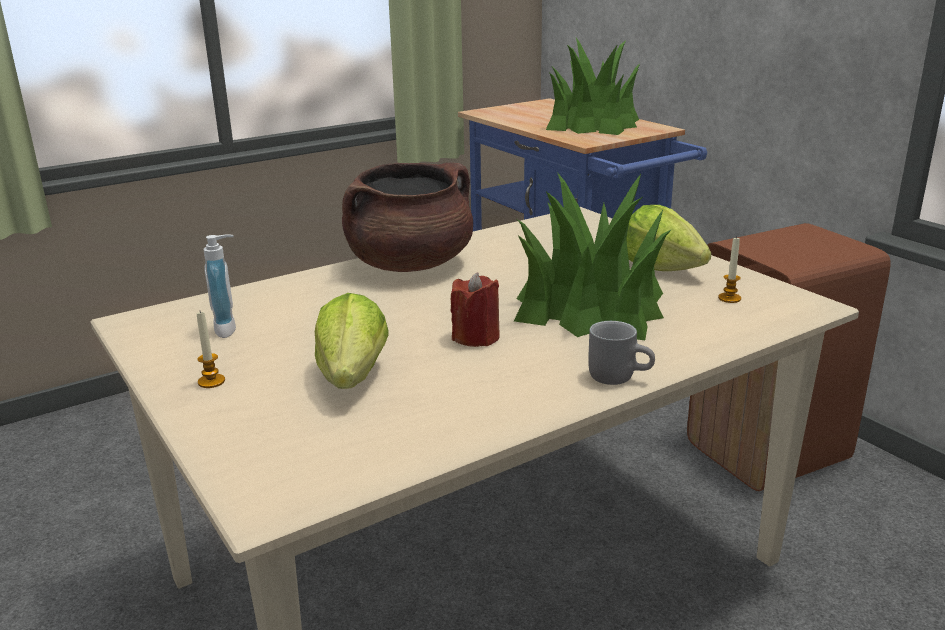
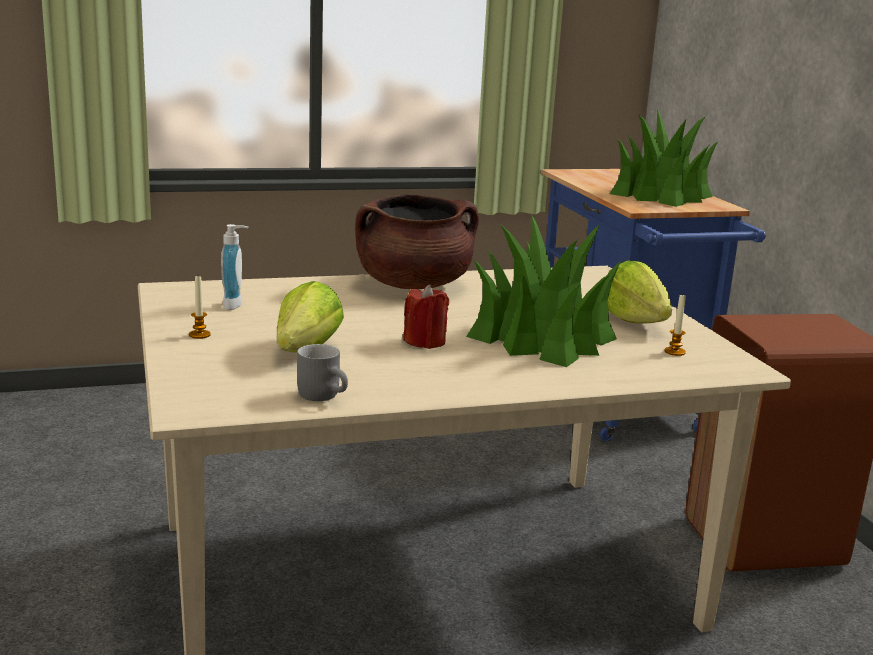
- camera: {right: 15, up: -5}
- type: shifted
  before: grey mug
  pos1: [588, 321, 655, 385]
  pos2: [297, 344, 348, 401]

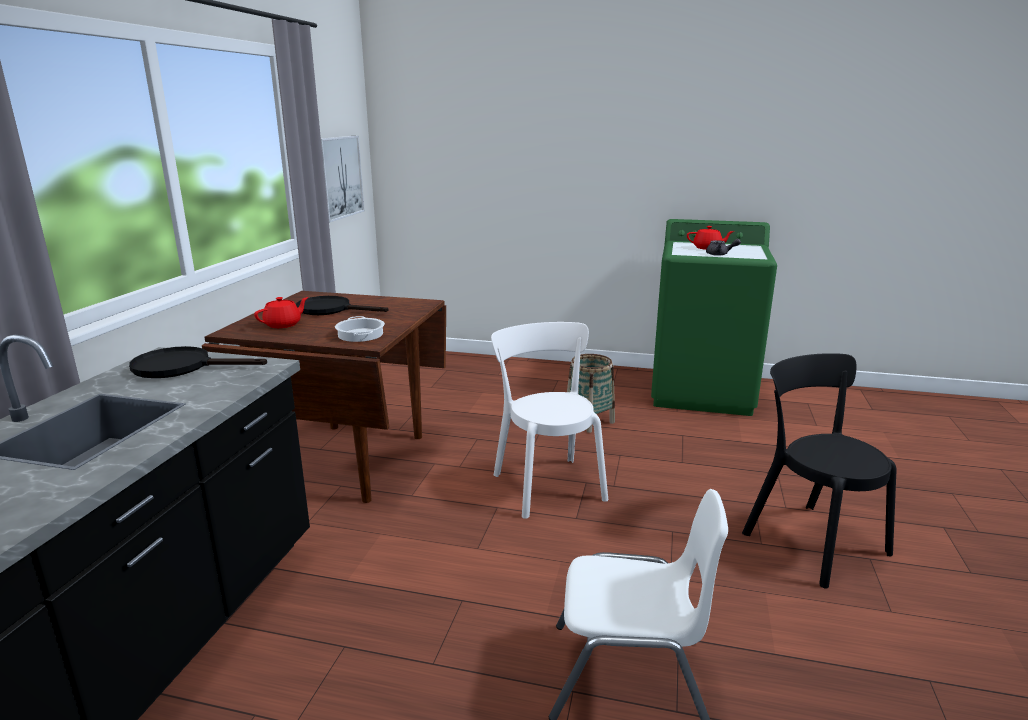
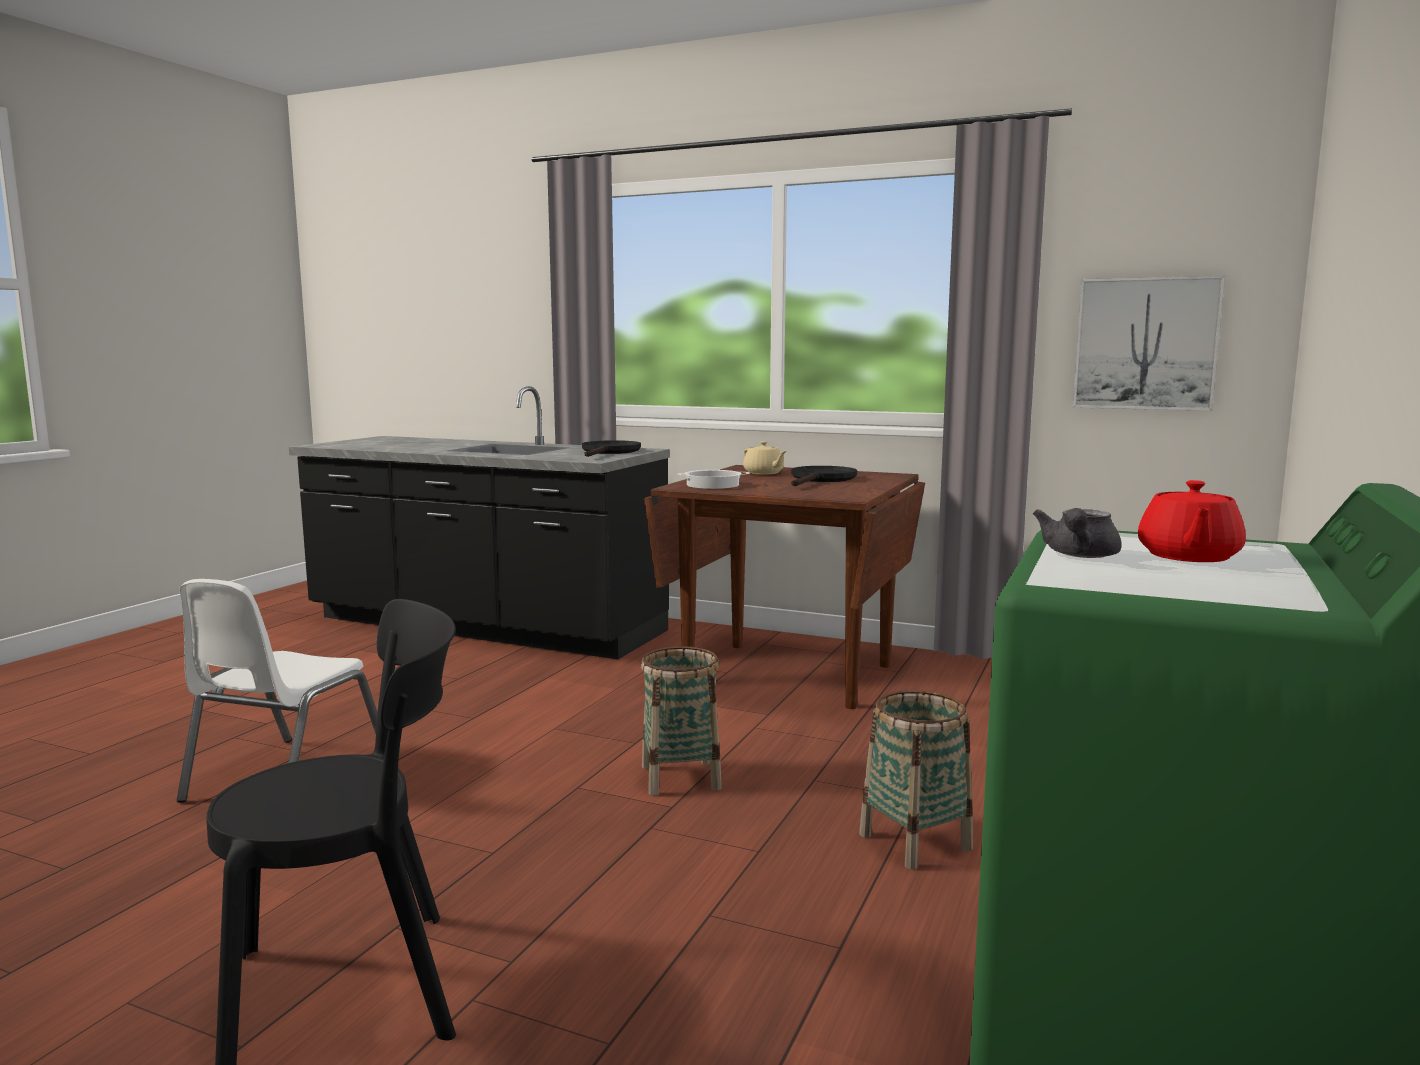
- camera: {right: 100, up: -10}
- type: swapped
  before: white chair
  after: basket
  pos1: [491, 322, 608, 519]
  pos2: [641, 646, 722, 796]
- type: repainted
  before: red teapot
  after: beige teapot
  pos1: [254, 297, 308, 328]
  pos2: [743, 441, 787, 475]

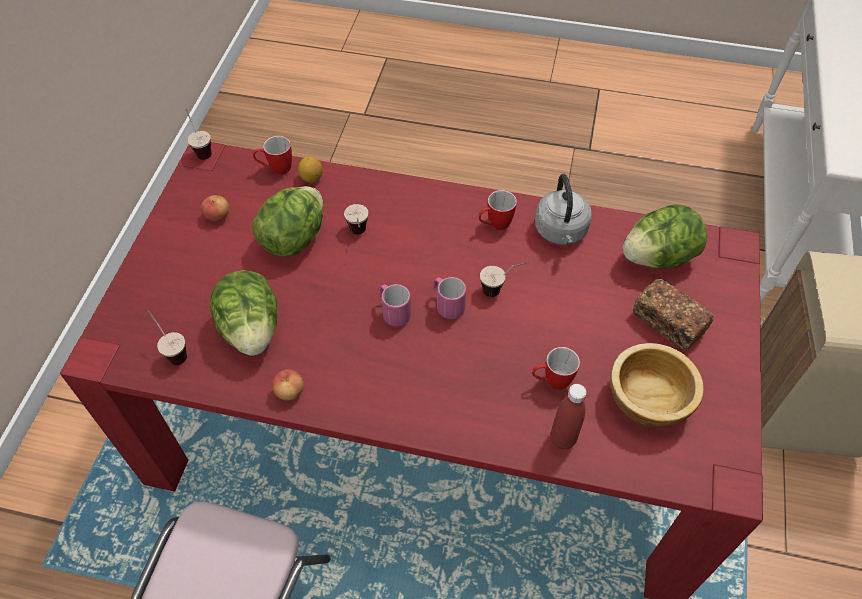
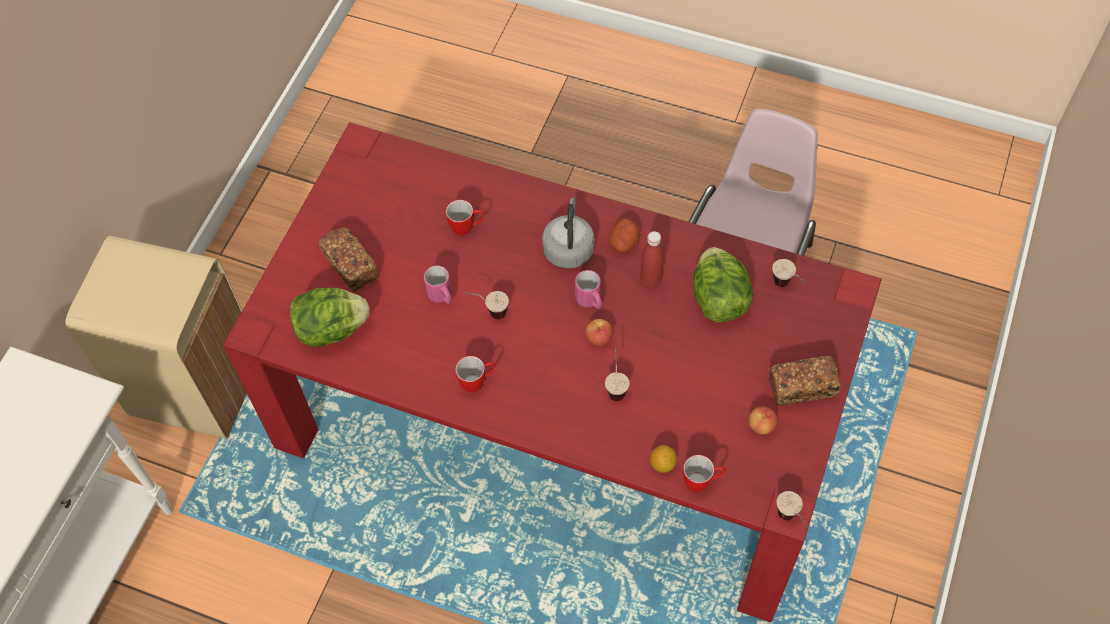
- camera: {right: -170, up: 5}
- type: shifted
  before: pink mug
  pos1: [433, 277, 466, 319]
  pos2: [424, 265, 452, 304]
- type: shifted
  before: grey kettle
  pos1: [535, 174, 592, 245]
  pos2: [542, 198, 594, 269]
- type: shifted
  before: apple
  pos1: [272, 369, 304, 401]
  pos2: [586, 319, 613, 346]
- type: new
  after: potato
  pos2: [609, 219, 640, 252]
- type: shifted
  before: red bottle
  pos1: [551, 384, 587, 449]
  pos2: [640, 231, 664, 289]
- type: new
  after: bread
  pos2: [769, 356, 840, 406]
- type: gone
  before: lettuce
  pos1: [252, 186, 323, 257]
- type: gone
  before: bowl
  pos1: [610, 343, 704, 427]

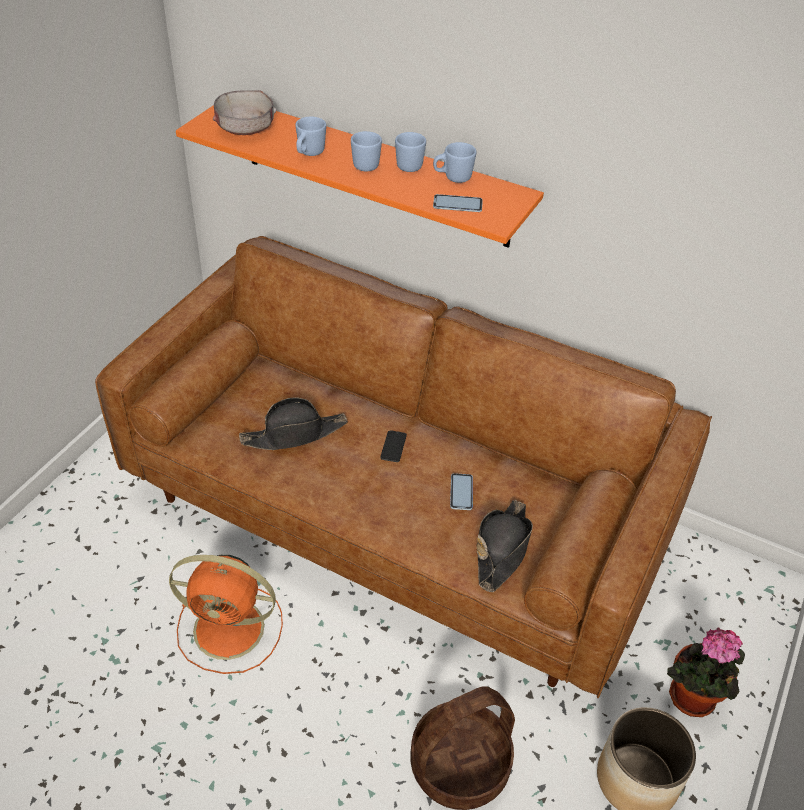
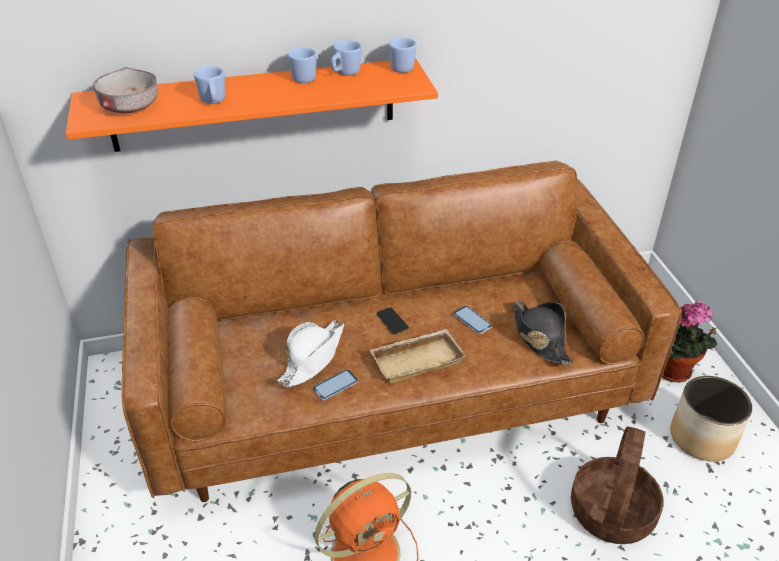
- camera: {right: -40, up: -5}
- type: repainted
  before: black hat
  after: white hat
  pos1: [239, 398, 348, 450]
  pos2: [277, 320, 344, 388]
- type: shifted
  before: phone
  pos1: [433, 194, 483, 212]
  pos2: [313, 369, 358, 400]
- type: new
  after: beige tray
  pos2: [370, 329, 466, 383]
- type: shifted
  before: blue mug
  pos1: [351, 131, 382, 171]
  pos2: [389, 38, 417, 73]

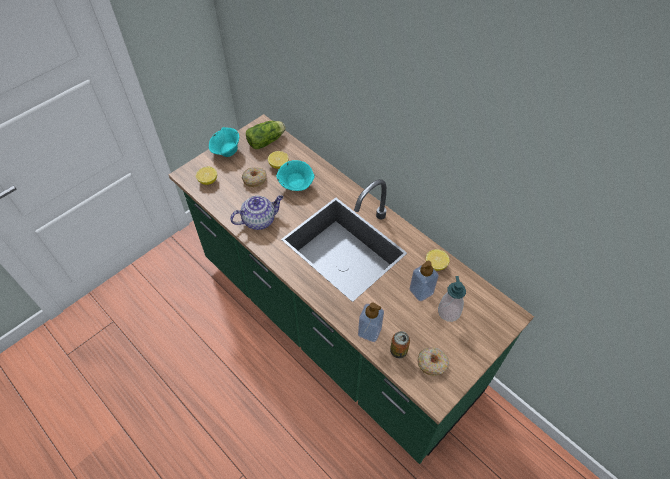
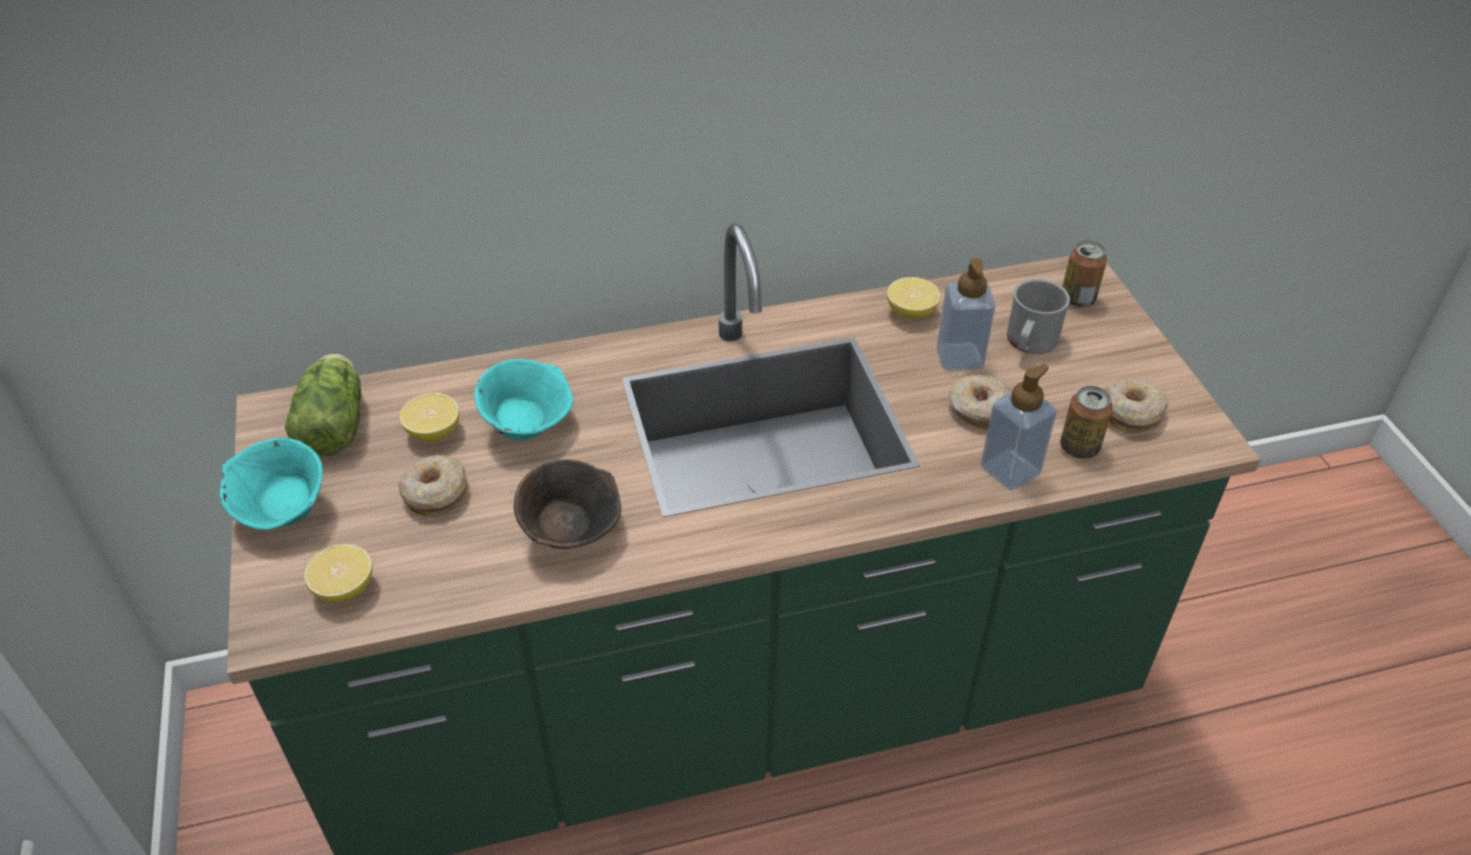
- camera: {right: -60, up: -10}
- type: swapped
  before: teapot
  after: brown bowl
  pos1: [230, 195, 283, 230]
  pos2: [514, 460, 621, 549]
- type: new
  after: donut
  pos2: [948, 375, 1012, 430]
- type: swapped
  before: soap dispenser
  after: grey mug
  pos1: [438, 276, 466, 322]
  pos2: [1007, 279, 1070, 354]
- type: new
  after: can
  pos2: [1062, 241, 1107, 307]

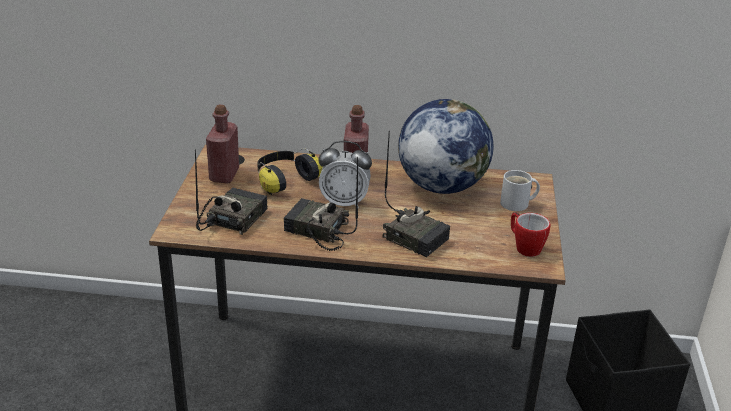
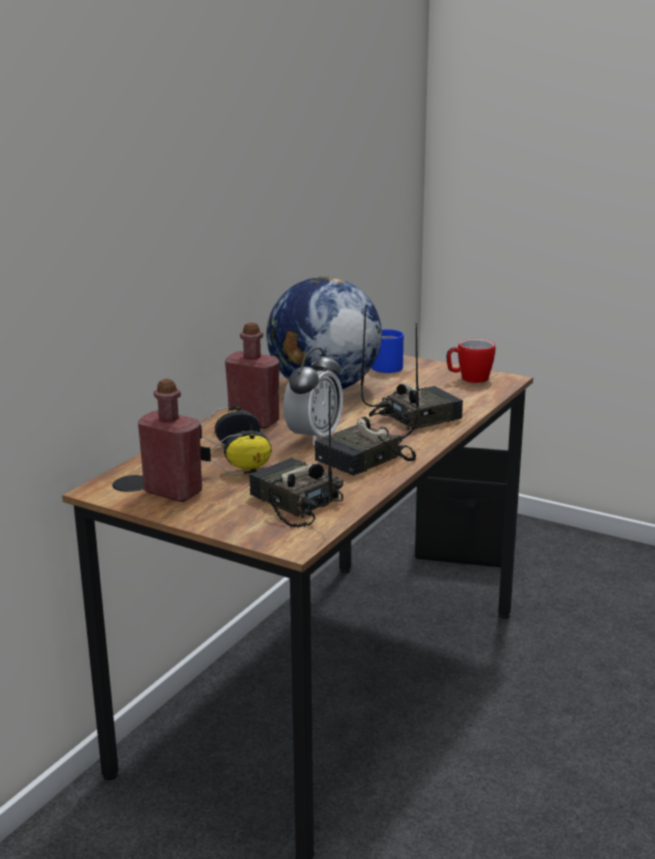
- camera: {right: -65, up: -10}
- type: repainted
  before: white mug
  after: blue mug
  pos1: [500, 170, 540, 211]
  pos2: [372, 329, 404, 373]

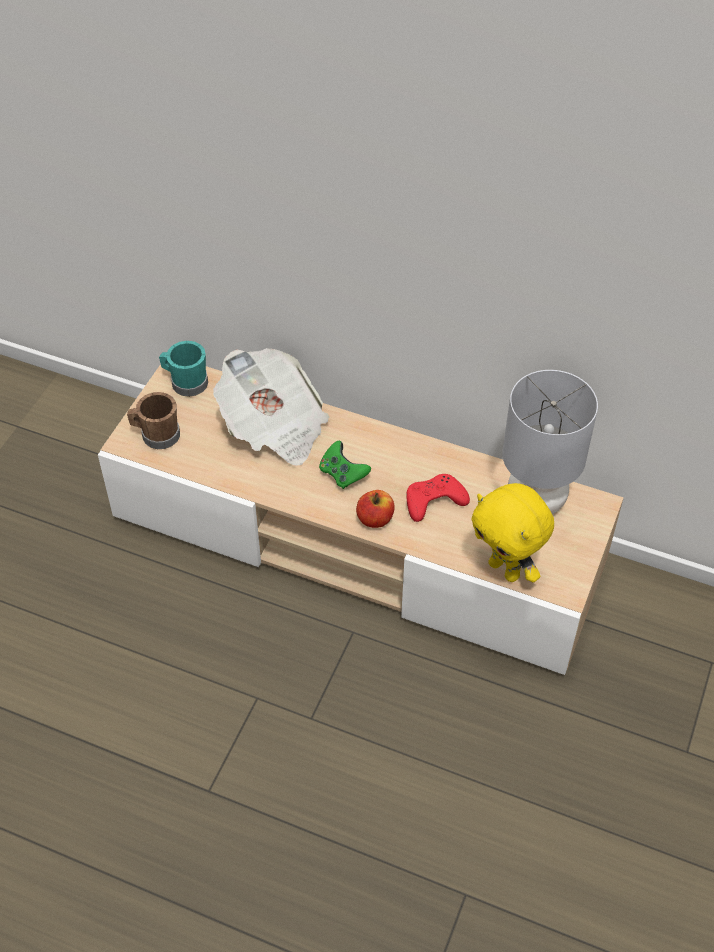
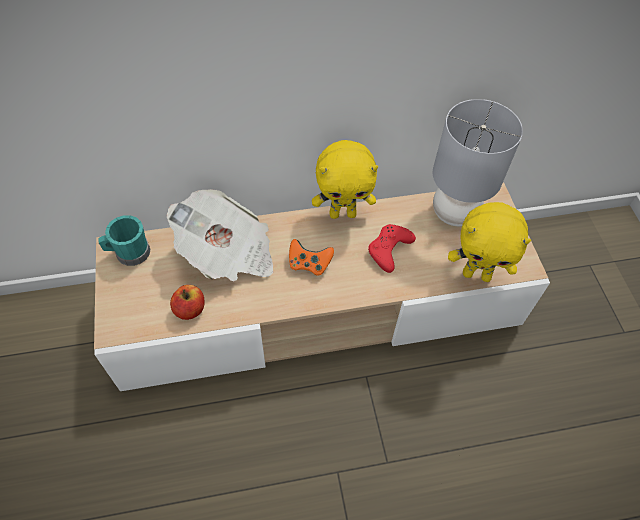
- camera: {right: -35, up: 5}
- type: shifted
  before: apple
  pos1: [356, 490, 395, 528]
  pos2: [170, 285, 204, 320]
- type: repainted
  before: green game controller
  after: orange game controller
  pos1: [319, 441, 371, 489]
  pos2: [289, 239, 334, 276]
- type: new
  after: yellow plush toy
  pos2: [312, 140, 378, 219]
- type: gone
  before: brown mug
  pos1: [127, 392, 180, 449]

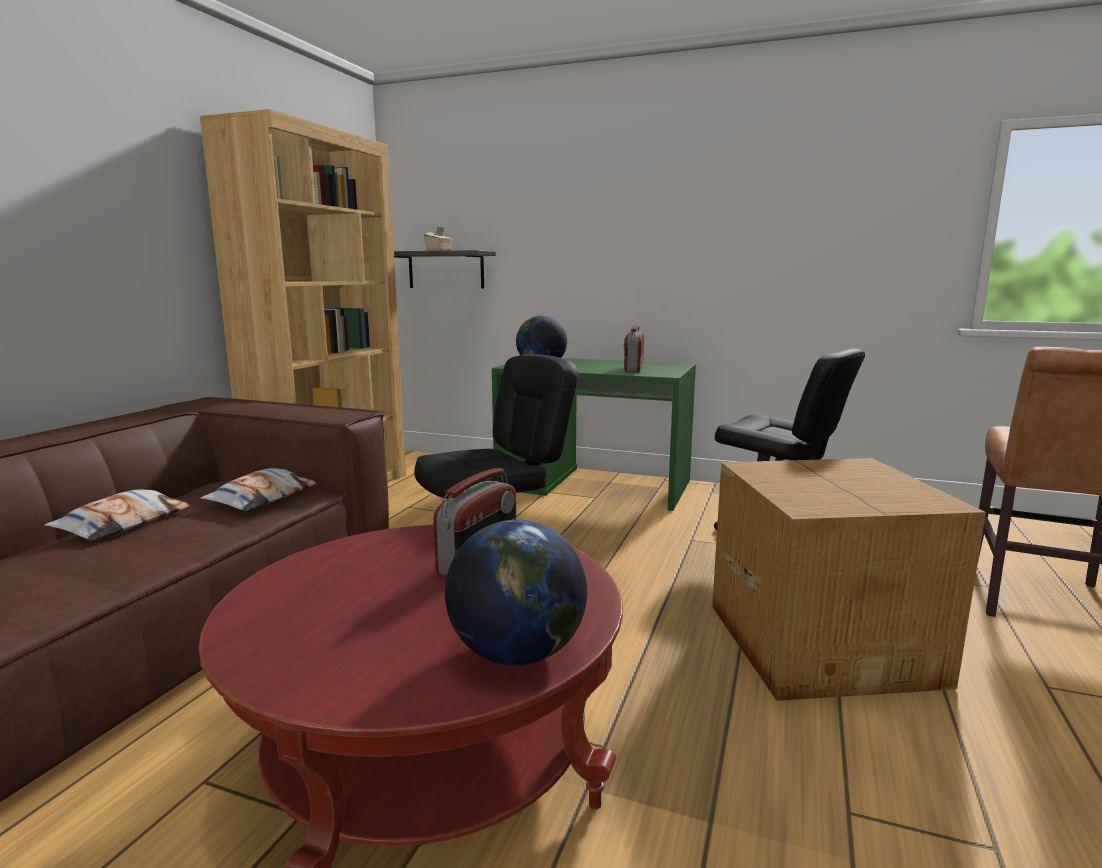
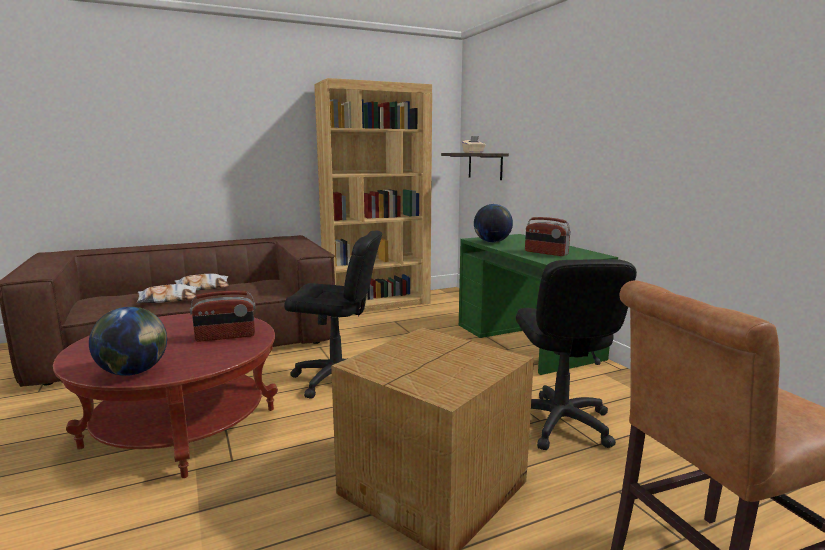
- camera: {right: 45, up: 0}
- type: shifted
  before: pillow
  pos1: [200, 468, 317, 512]
  pos2: [136, 284, 198, 303]
- type: rotated
  before: radio
  pos1: [624, 325, 644, 373]
  pos2: [525, 217, 571, 256]
  turn: -105

